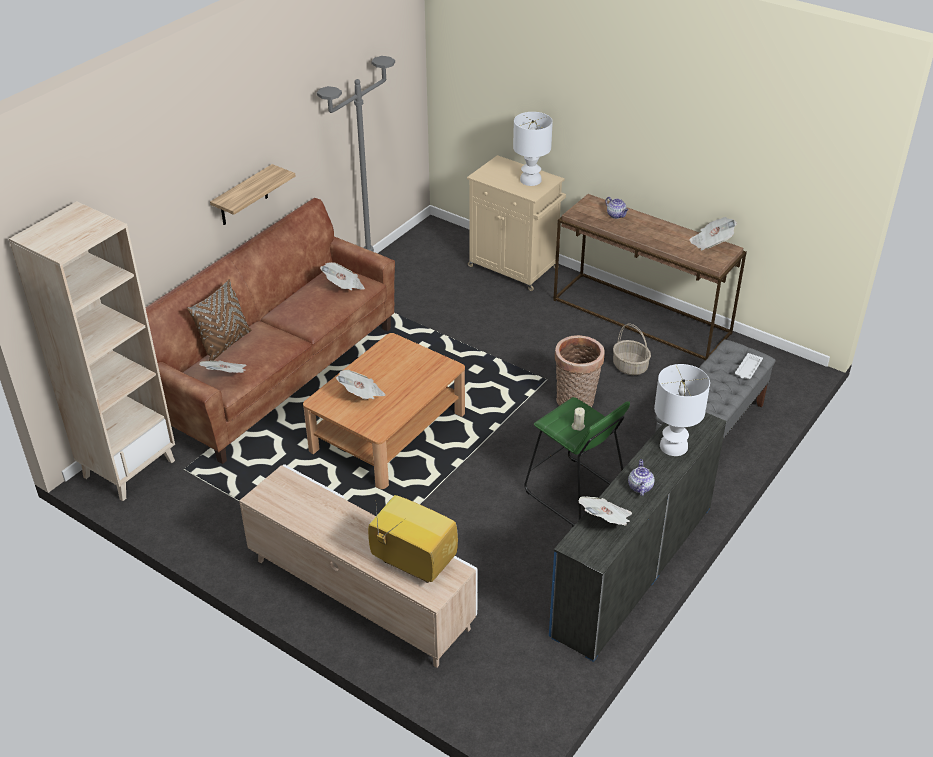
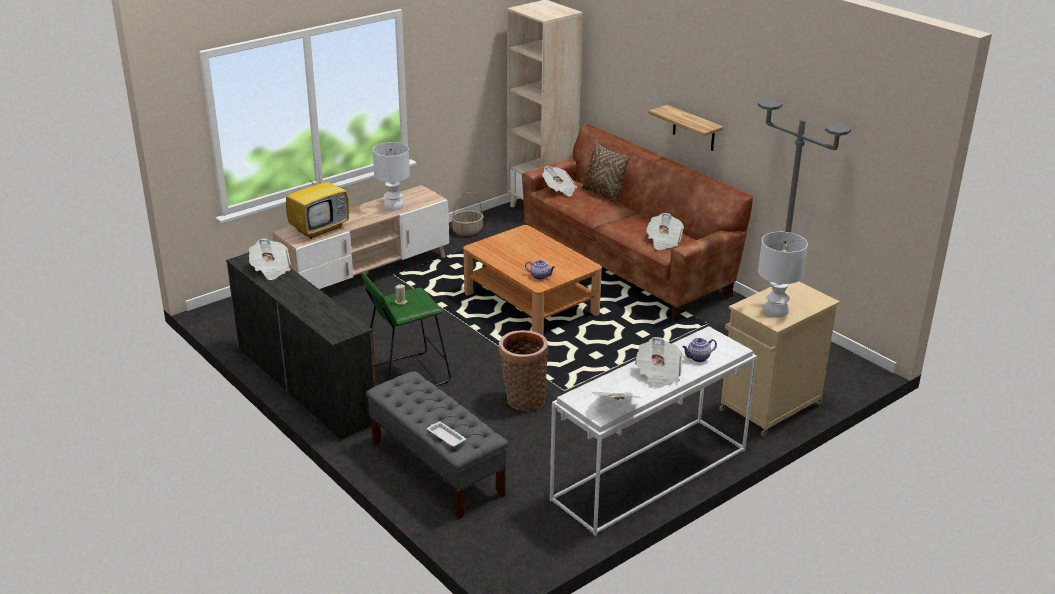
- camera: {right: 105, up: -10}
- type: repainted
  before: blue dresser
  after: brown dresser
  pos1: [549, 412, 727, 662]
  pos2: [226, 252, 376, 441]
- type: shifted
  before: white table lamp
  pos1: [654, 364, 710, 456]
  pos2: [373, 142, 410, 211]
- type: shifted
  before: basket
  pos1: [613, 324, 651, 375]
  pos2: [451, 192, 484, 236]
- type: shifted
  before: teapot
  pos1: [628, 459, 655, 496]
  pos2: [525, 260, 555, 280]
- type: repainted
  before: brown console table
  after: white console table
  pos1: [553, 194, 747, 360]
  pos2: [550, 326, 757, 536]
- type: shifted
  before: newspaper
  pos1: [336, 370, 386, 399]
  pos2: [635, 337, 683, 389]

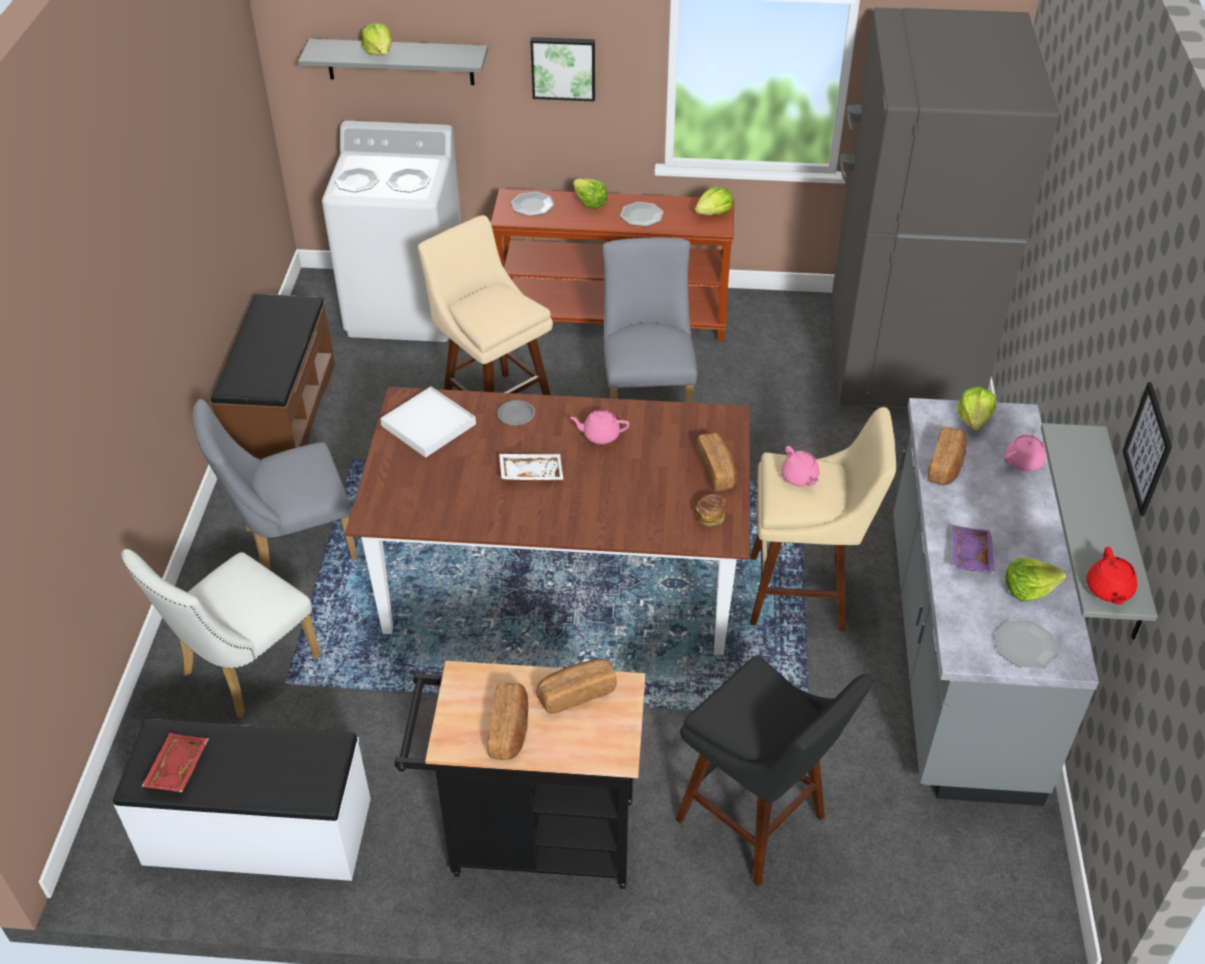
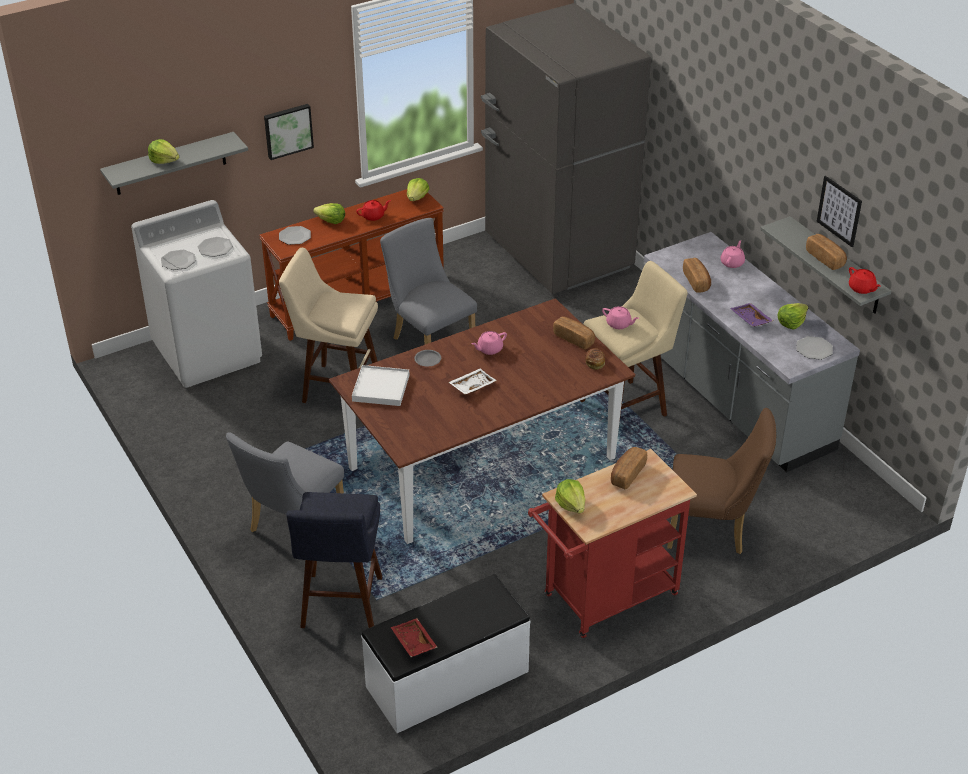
- camera: {right: -35, up: -5}
- type: swapped
  before: white chair
  after: blue stool
  pos1: [121, 549, 321, 717]
  pos2: [286, 492, 382, 628]
- type: swapped
  before: plate
  after: red teapot
  pos1: [620, 202, 664, 227]
  pos2: [356, 200, 391, 221]
- type: repainted
  before: black cart
  after: red cart
  pos1: [394, 661, 646, 889]
  pos2: [528, 449, 697, 638]
- type: shifted
  before: lettuce
  pos1: [957, 386, 996, 430]
  pos2: [555, 479, 586, 514]
- type: swapped
  before: black stool
  after: brown chair
  pos1: [675, 655, 873, 886]
  pos2: [667, 408, 776, 554]
- type: shifted
  before: bread
  pos1: [487, 682, 528, 760]
  pos2: [806, 234, 847, 270]
- type: gone
  before: brown bench
  pos1: [211, 294, 335, 460]

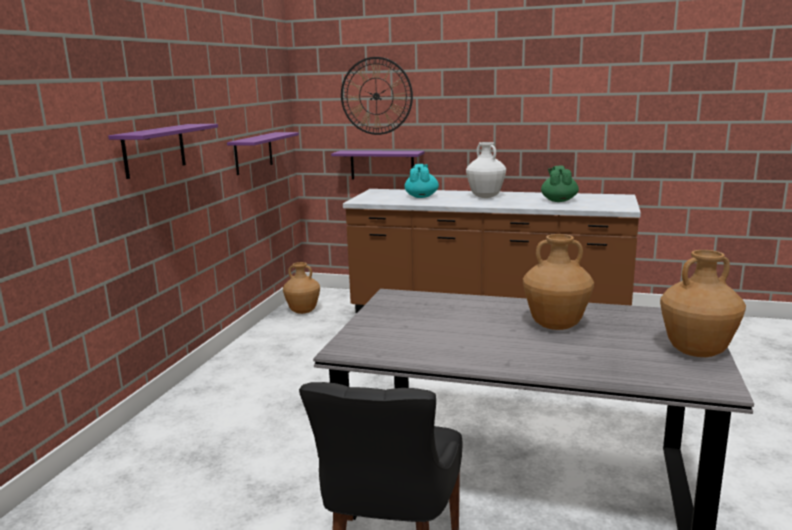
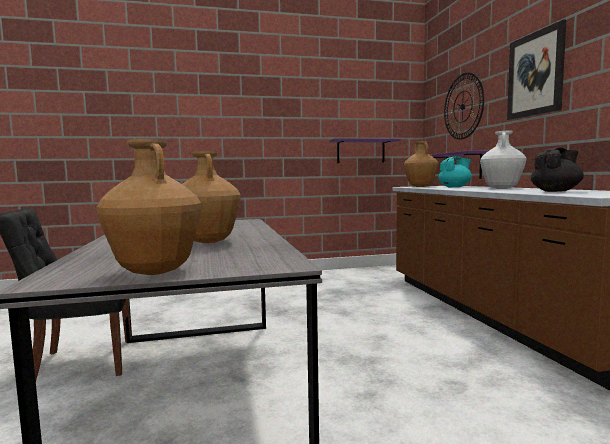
- camera: {right: 60, up: -10}
- type: shifted
  before: brown vase
  pos1: [283, 262, 320, 314]
  pos2: [404, 141, 438, 187]
- type: new
  after: picture
  pos2: [507, 19, 566, 120]
- type: repainted
  before: green teapot
  after: black teapot
  pos1: [541, 166, 579, 202]
  pos2: [531, 148, 584, 192]
- type: gone
  before: purple shelf
  pos1: [108, 124, 218, 179]

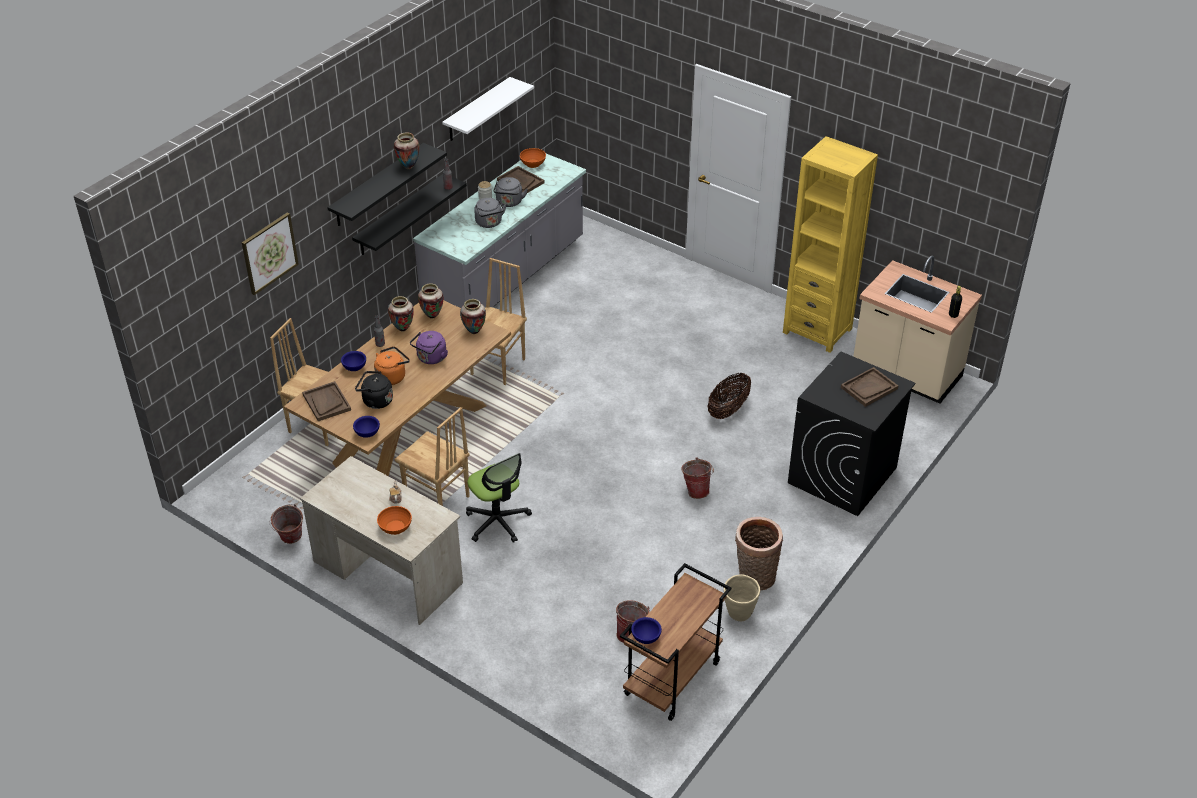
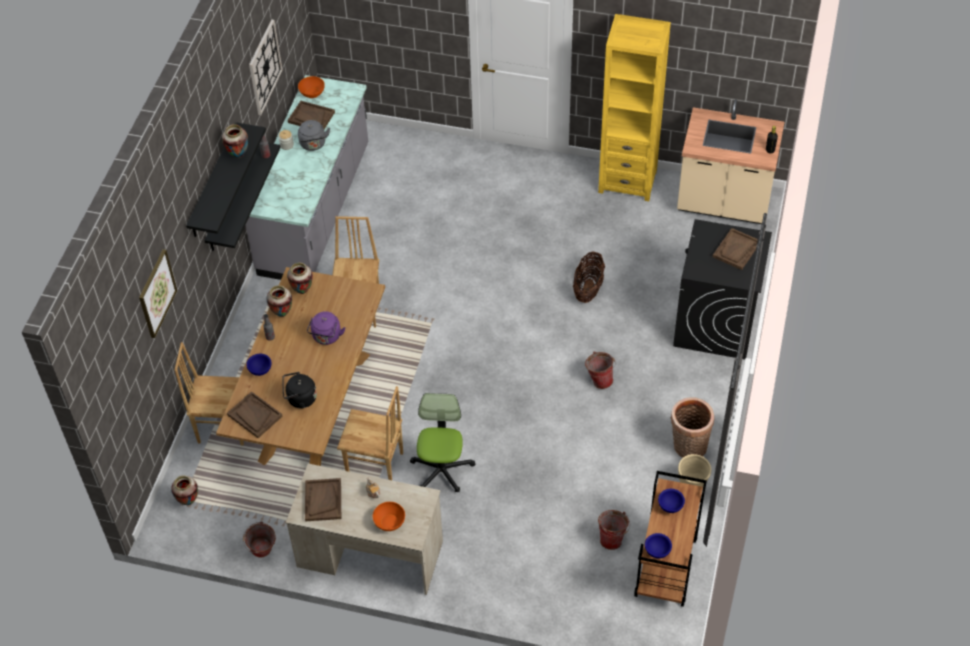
- camera: {right: -20, up: 10}
- type: shifted
  before: vase
  pos1: [460, 299, 486, 334]
  pos2: [171, 475, 198, 505]
- type: swapped
  before: white shelf
  after: wall clock
  pos1: [442, 77, 534, 141]
  pos2: [249, 19, 282, 115]
- type: new
  after: brown tray
  pos2: [305, 478, 341, 521]
- type: rotated
  before: office chair
  pos1: [466, 453, 532, 543]
  pos2: [410, 393, 475, 492]
  turn: -120
- type: shifted
  before: blue bowl
  pos1: [353, 416, 380, 438]
  pos2: [658, 489, 685, 513]
- type: gone
  before: orange kettle
  pos1: [374, 346, 410, 385]
- type: gone
  before: grey kettle
  pos1: [474, 198, 506, 228]

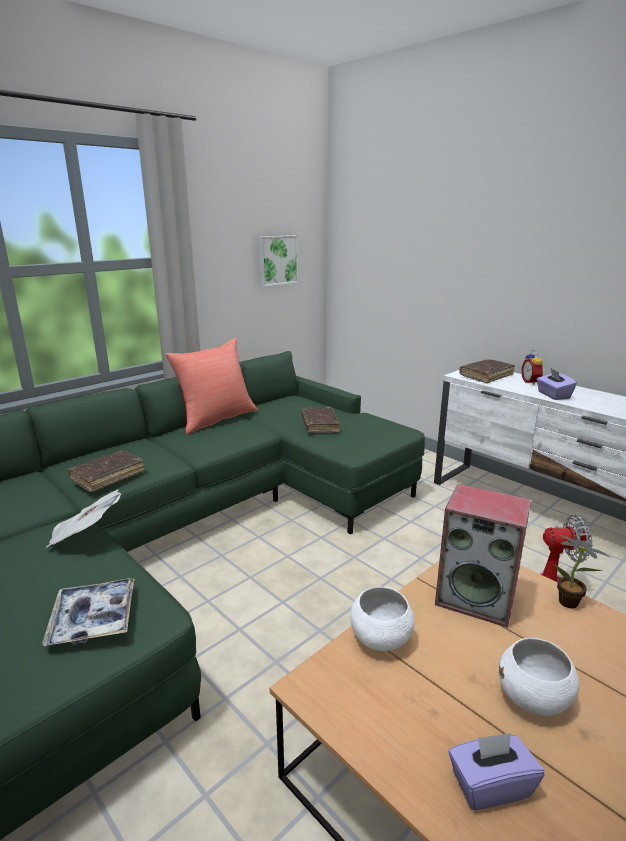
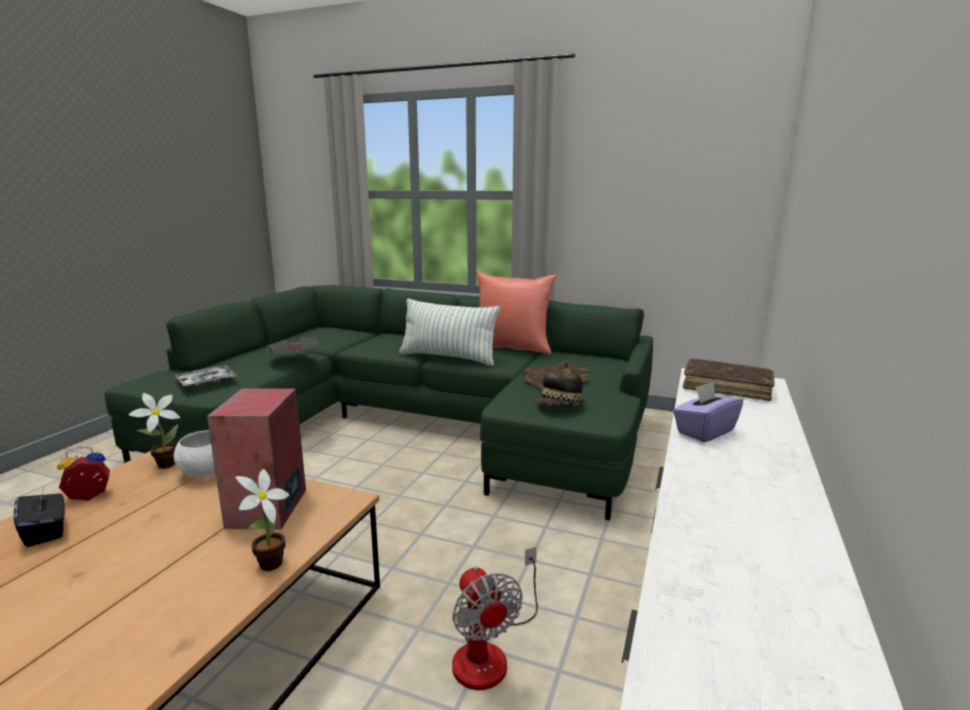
- camera: {right: 65, up: -5}
- type: repainted
  before: purple tissue box
  after: black tissue box
  pos1: [449, 733, 544, 810]
  pos2: [14, 484, 65, 547]
- type: shifted
  before: alarm clock
  pos1: [522, 350, 545, 385]
  pos2: [57, 447, 110, 501]
- type: new
  after: potted plant
  pos2: [129, 393, 180, 469]
- type: new
  after: pillow
  pos2: [399, 299, 500, 366]
- type: new
  after: hat
  pos2: [536, 362, 585, 406]
- type: gone
  before: brown book
  pos1: [68, 451, 144, 492]
- type: gone
  before: picture
  pos1: [258, 235, 298, 287]
- type: gone
  before: white bowl
  pos1: [499, 638, 579, 716]

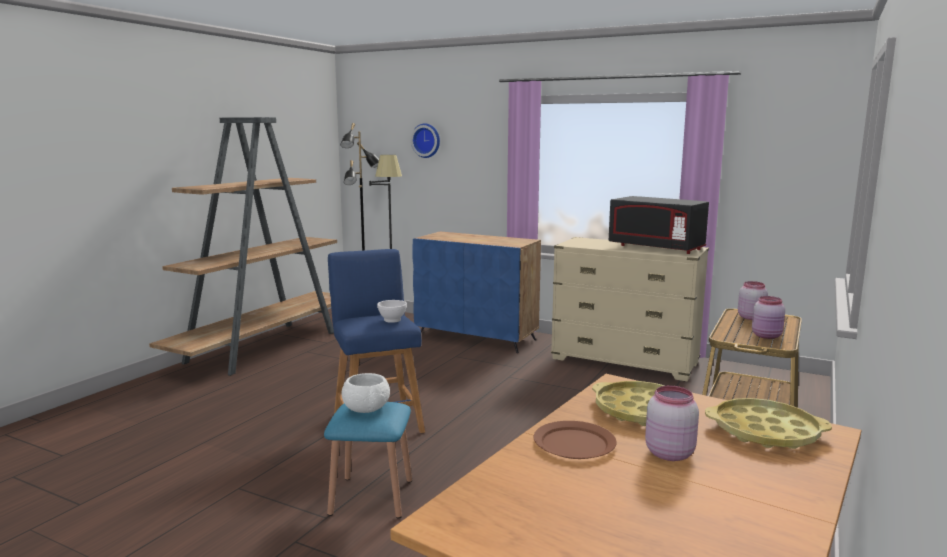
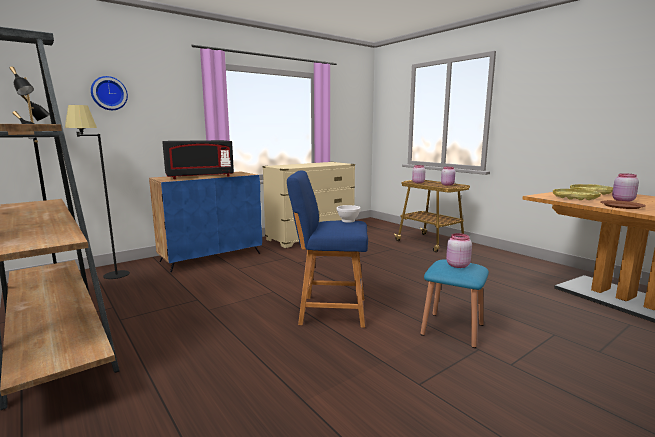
- camera: {right: -65, up: 0}
- type: shifted
  before: black microwave
  pos1: [609, 196, 709, 254]
  pos2: [162, 140, 234, 179]
- type: swapped
  before: white bowl
  after: pink jar
  pos1: [342, 373, 390, 413]
  pos2: [446, 233, 472, 268]

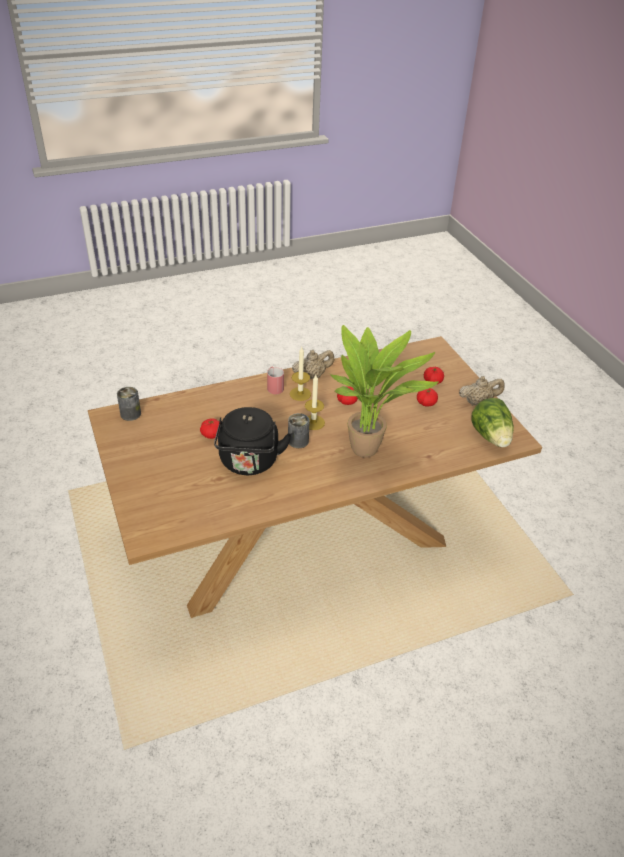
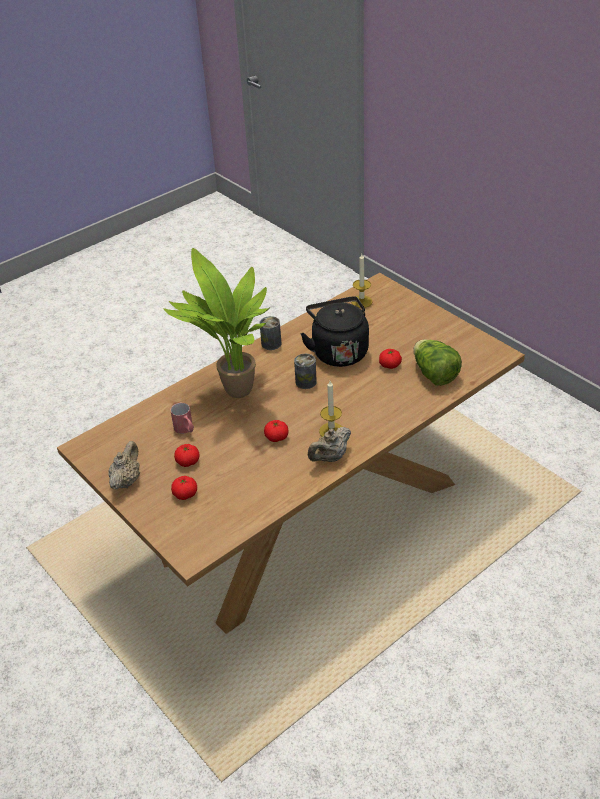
- camera: {right: 165, up: 0}
- type: rotated
  before: beige teapot
  pos1: [459, 376, 505, 406]
  pos2: [108, 441, 140, 489]
  turn: 135
- type: shifted
  before: red mug
  pos1: [267, 366, 284, 394]
  pos2: [170, 403, 194, 434]
- type: shifted
  before: can
  pos1: [117, 387, 141, 421]
  pos2: [260, 316, 281, 350]
- type: shifted
  before: candle
  pos1: [305, 375, 325, 430]
  pos2: [351, 254, 373, 308]
- type: shifted
  before: lettuce
  pos1: [471, 398, 514, 447]
  pos2: [413, 339, 462, 386]

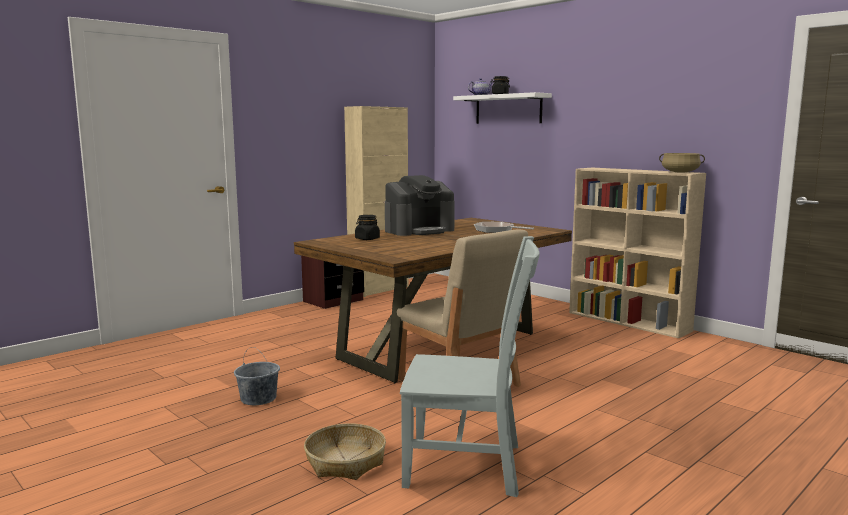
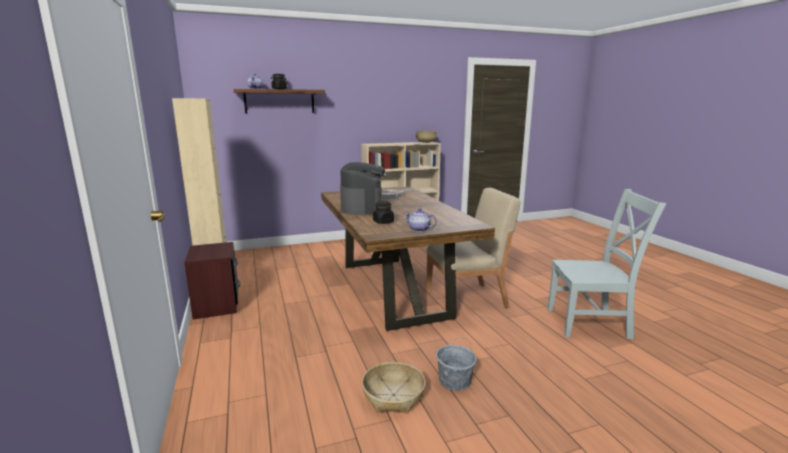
- camera: {right: -65, up: 5}
- type: repainted
  before: white shelf
  after: brown shelf
  pos1: [453, 92, 552, 124]
  pos2: [233, 89, 325, 114]
- type: shifted
  before: basket
  pos1: [304, 423, 386, 480]
  pos2: [362, 362, 426, 413]
- type: new
  after: teapot
  pos2: [404, 208, 437, 232]
- type: rotated
  before: grey chair
  pos1: [400, 236, 540, 497]
  pos2: [548, 189, 666, 340]
  turn: 60

